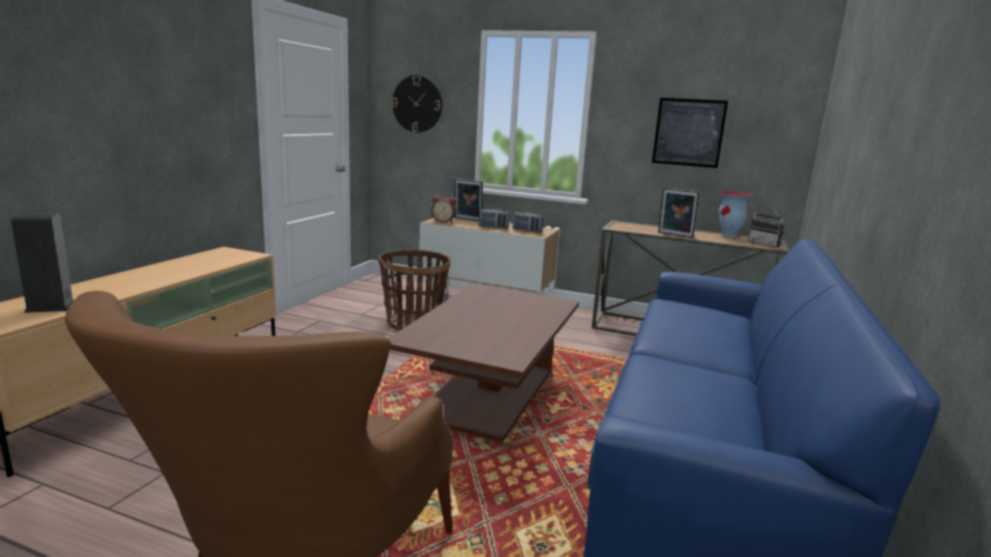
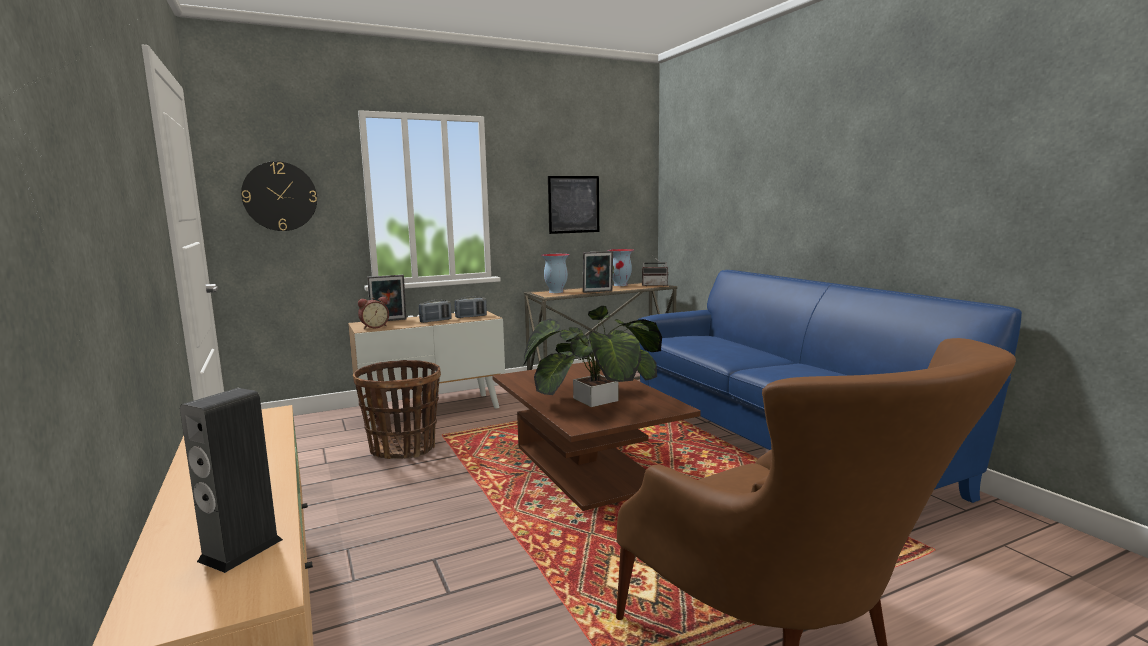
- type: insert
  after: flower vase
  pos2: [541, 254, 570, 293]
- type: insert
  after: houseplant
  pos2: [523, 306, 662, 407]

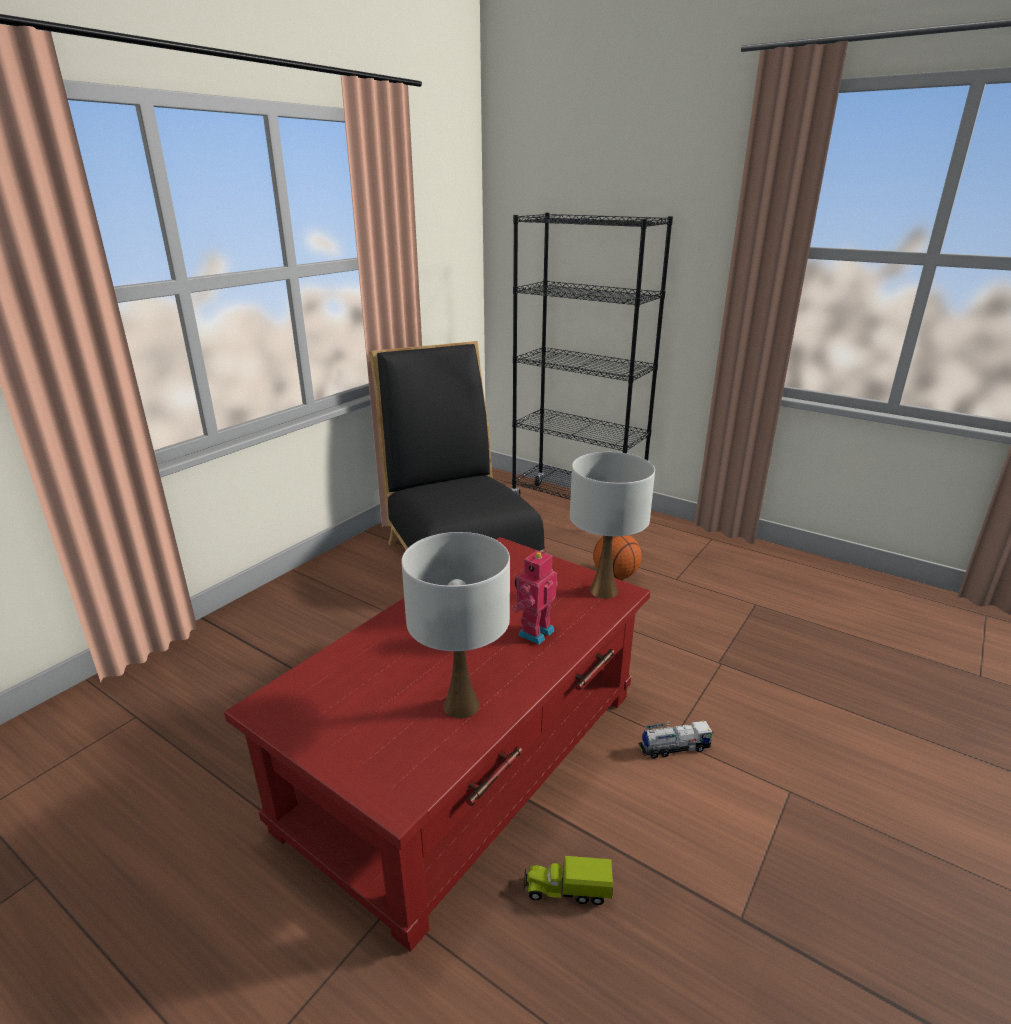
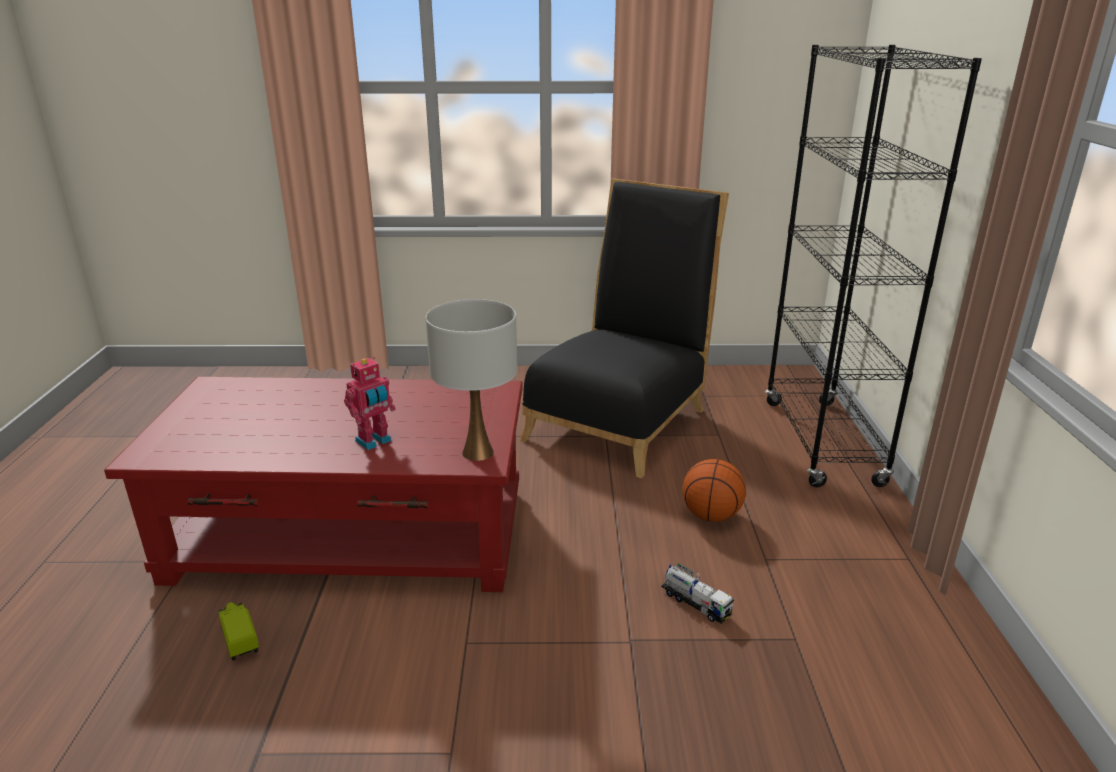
- type: delete
  before: lamp for a table (white-coloured)
  pos1: [401, 532, 510, 719]
- type: rotate
  before: toy robot
  pos1: [513, 549, 558, 645]
  pos2: [344, 357, 396, 450]
  turn: 135
- type: move
  before: toy lorry
  pos1: [639, 720, 714, 759]
  pos2: [661, 563, 734, 623]

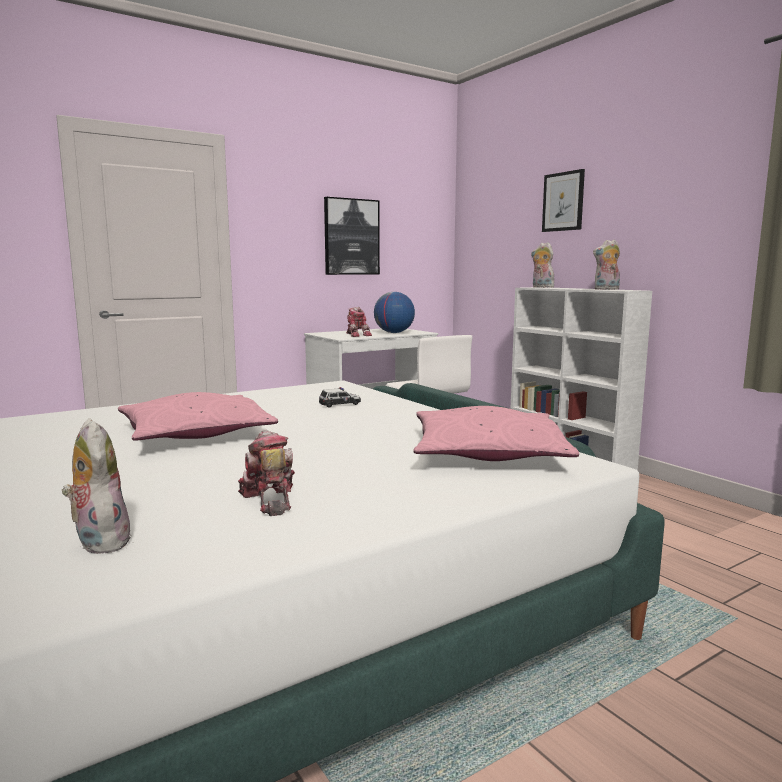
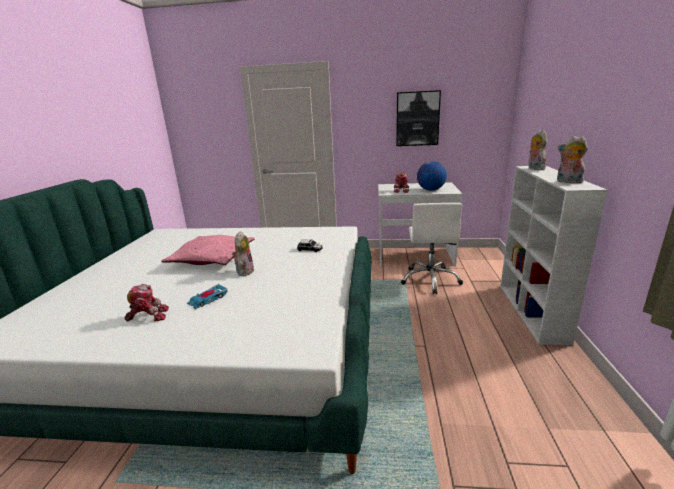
- type: delete
  before: picture
  pos1: [542, 169, 585, 232]
- type: delete
  before: pillow (pinkish)
  pos1: [414, 406, 579, 461]
- type: move
  before: cuddly toy
  pos1: [61, 418, 133, 554]
  pos2: [232, 231, 254, 276]
- type: rotate
  before: toy robot
  pos1: [238, 430, 295, 516]
  pos2: [124, 284, 169, 321]
  turn: 60
- type: insert
  after: toy car
  pos2: [187, 284, 228, 309]

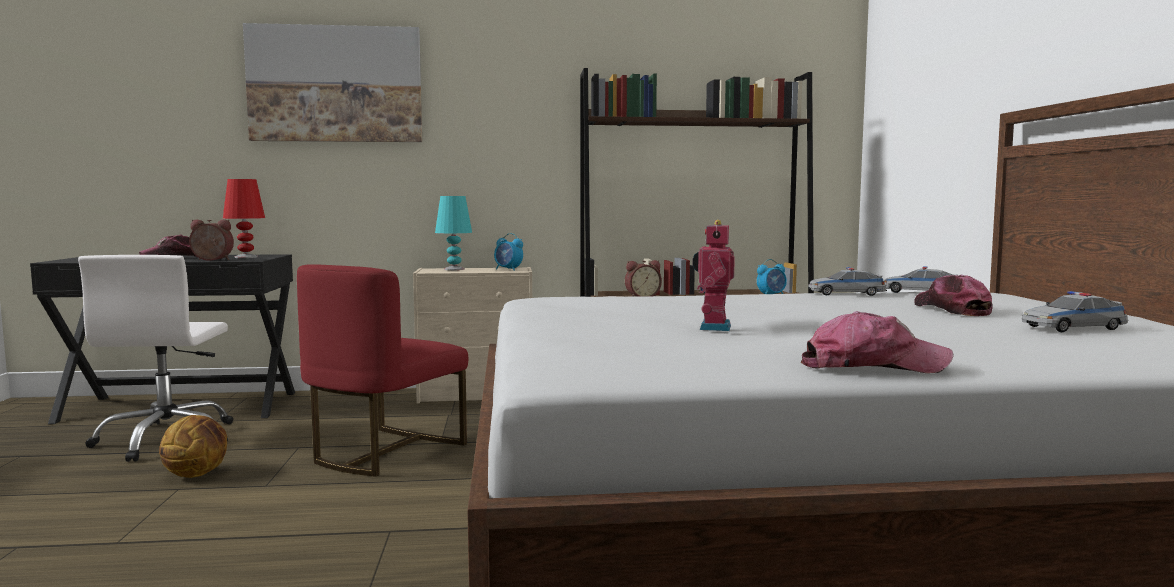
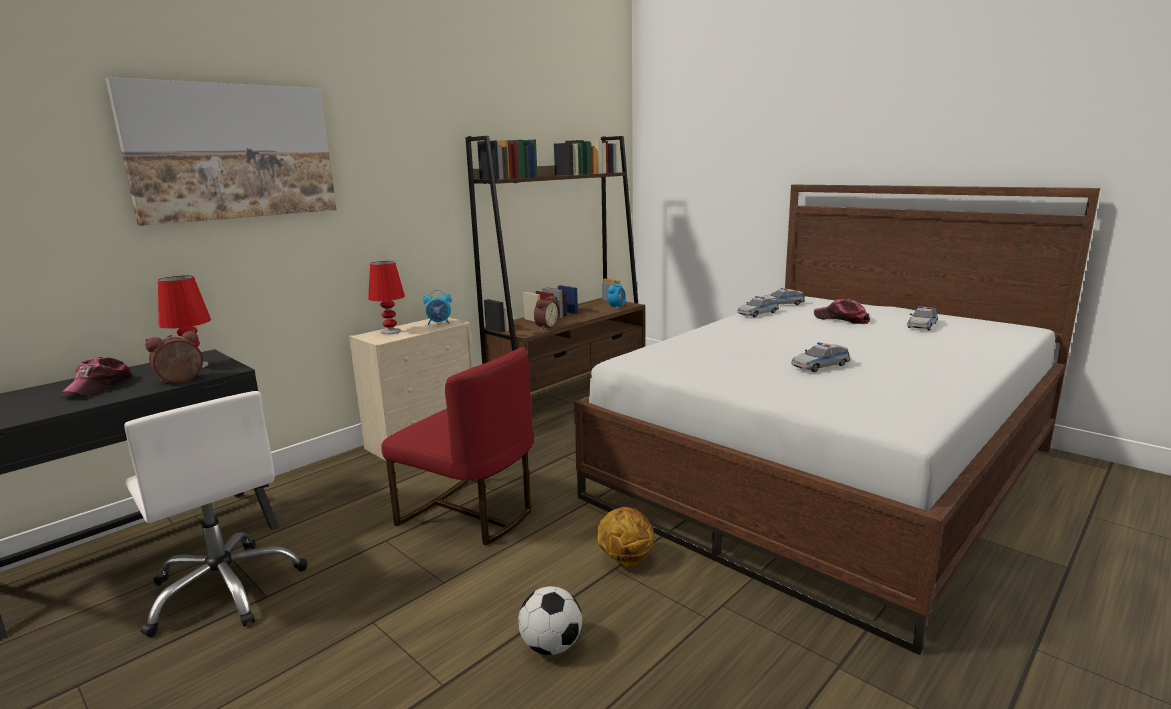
- type: recolor
  before: lamp for a table (turquoise-coloured)
  after: lamp for a table (red-coloured)
  pos1: [435, 196, 472, 270]
  pos2: [368, 261, 405, 334]
- type: replace
  before: toy robot
  after: toy car
  pos1: [692, 220, 735, 331]
  pos2: [791, 342, 851, 372]
- type: rotate
  before: chair (red-coloured)
  pos1: [297, 264, 468, 477]
  pos2: [381, 347, 533, 546]
  turn: -45
- type: delete
  before: baseball cap
  pos1: [801, 311, 954, 373]
- type: move
  before: basketball ball
  pos1: [159, 415, 227, 478]
  pos2: [597, 507, 654, 567]
- type: insert
  after: ball for football
  pos2: [518, 586, 582, 655]

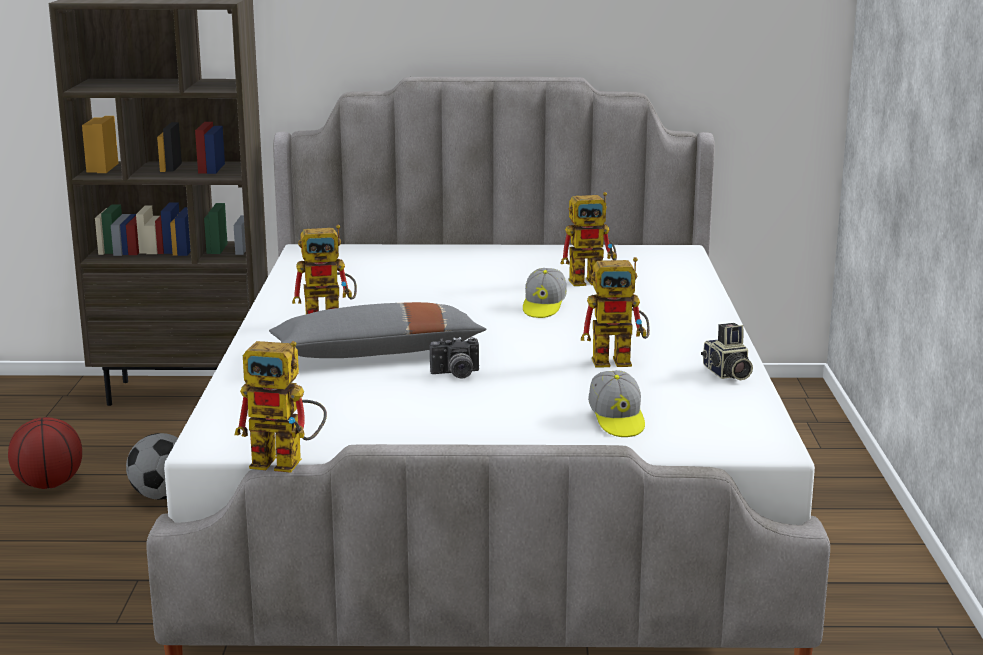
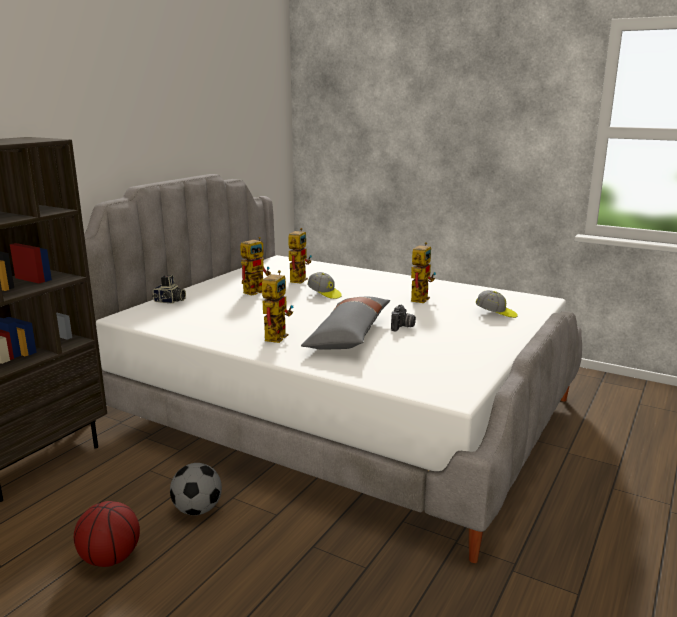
- type: move
  before: still camera
  pos1: [701, 323, 753, 380]
  pos2: [152, 274, 186, 303]
- type: move
  before: toy robot
  pos1: [234, 341, 327, 473]
  pos2: [240, 237, 271, 296]

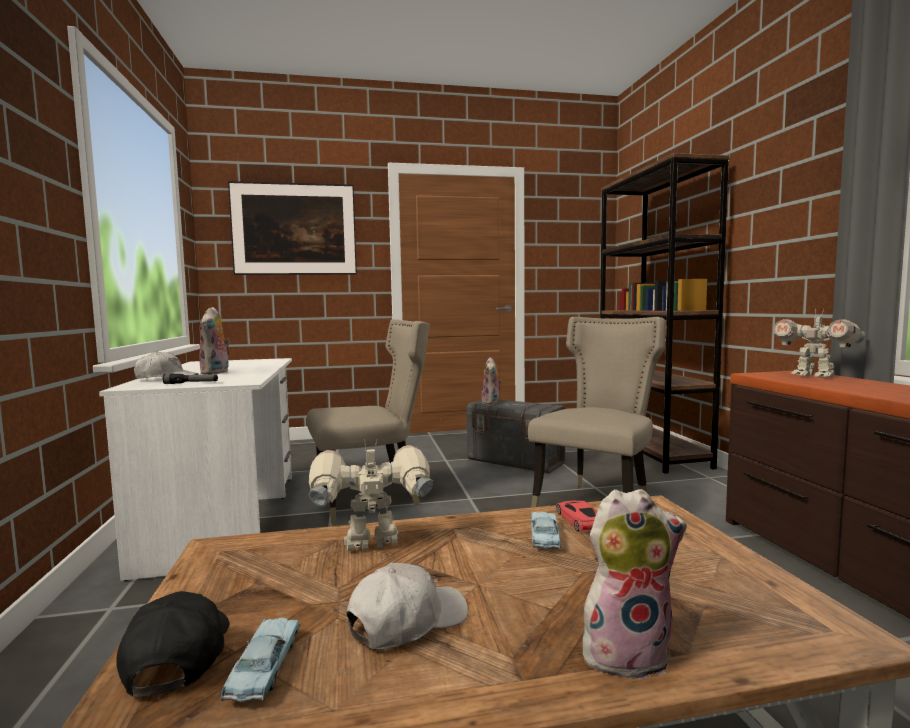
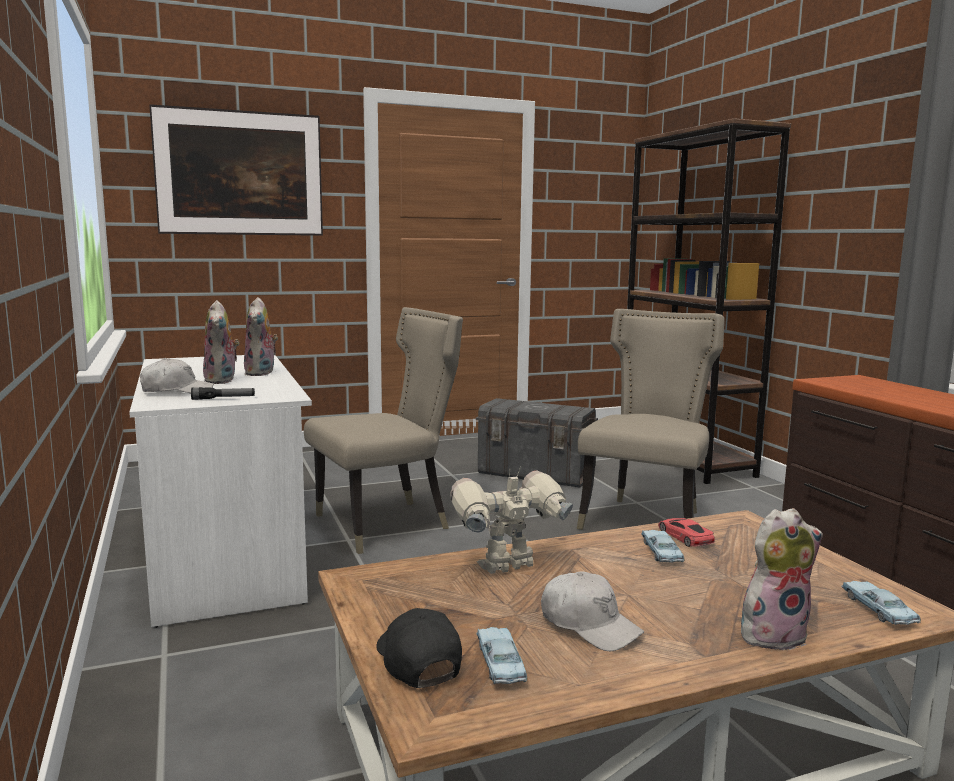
- type: delete
  before: toy robot
  pos1: [773, 309, 865, 377]
- type: move
  before: cuddly toy
  pos1: [482, 357, 502, 404]
  pos2: [244, 297, 278, 376]
- type: rotate
  before: baseball cap (white-coloured)
  pos1: [346, 563, 468, 650]
  pos2: [541, 572, 644, 651]
  turn: 90
- type: insert
  after: toy car (blue-coloured)
  pos2: [841, 581, 921, 625]

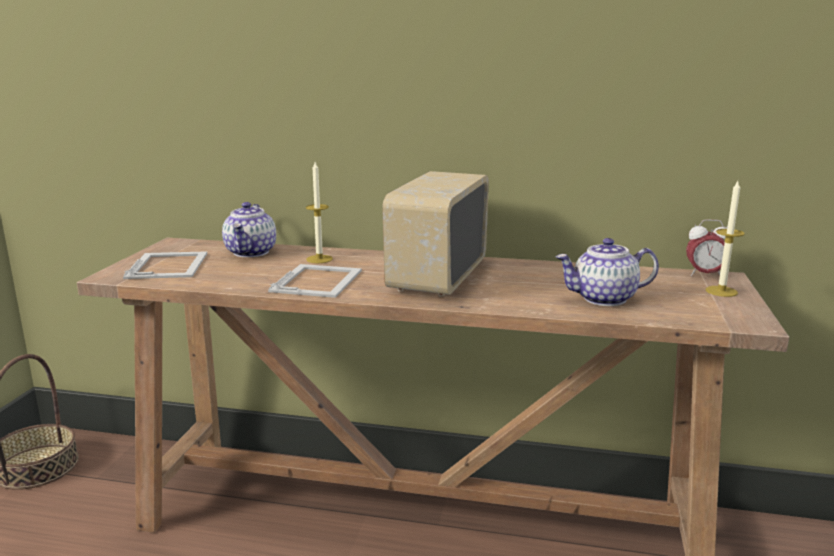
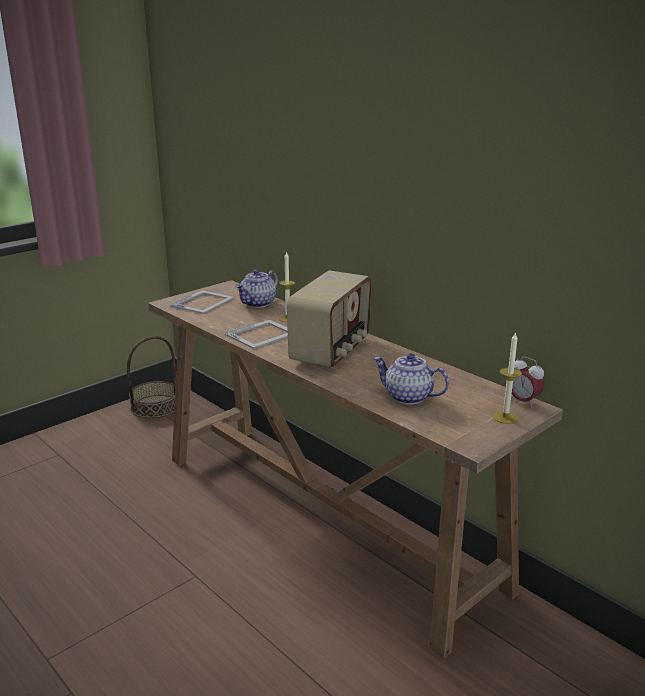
- type: rotate
  before: radio receiver
  pos1: [382, 171, 489, 297]
  pos2: [287, 271, 371, 367]
  turn: 150

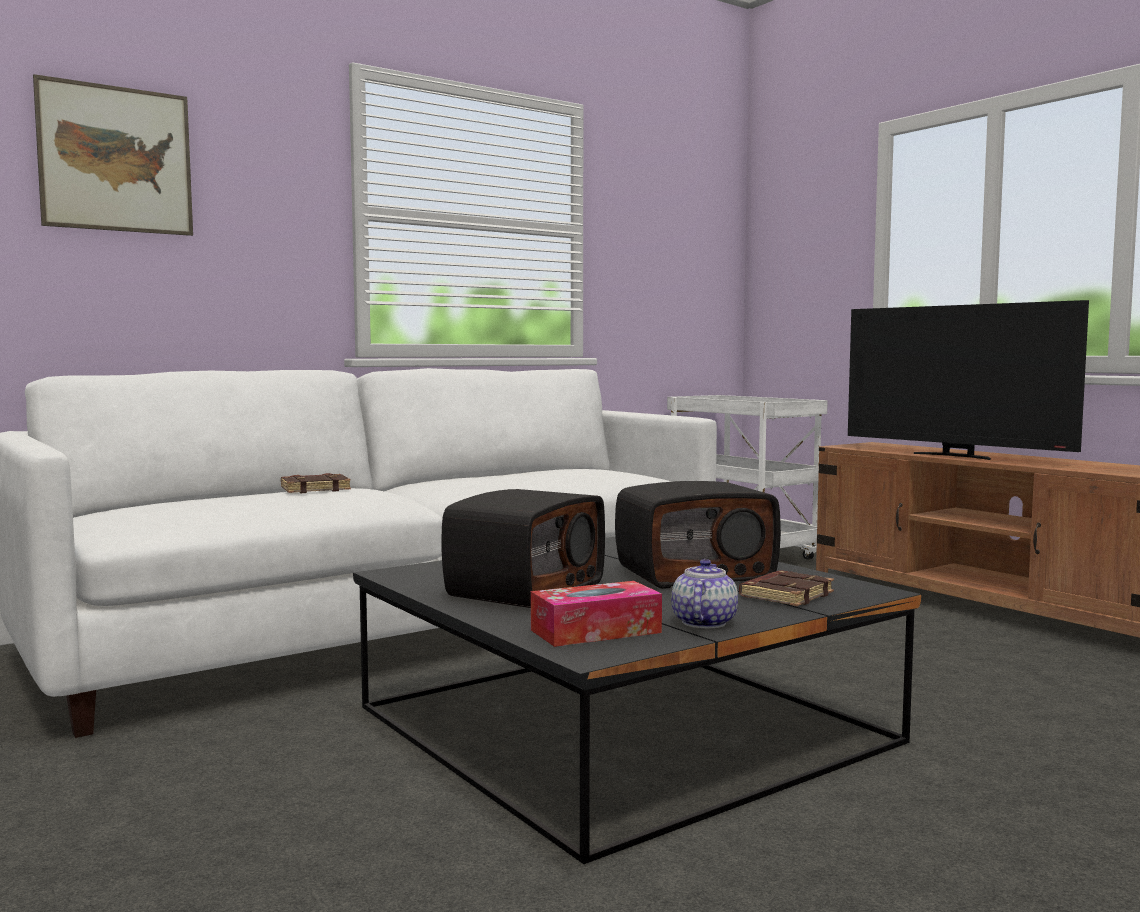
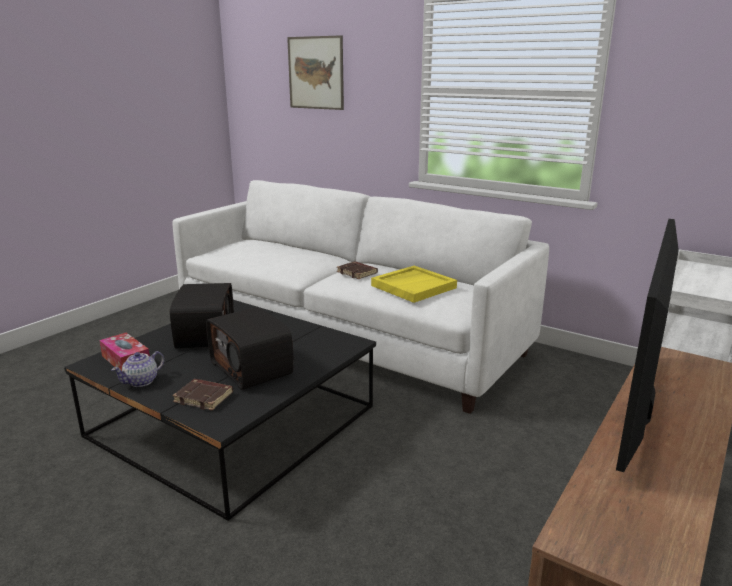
- type: move
  before: book (brown-coloured)
  pos1: [281, 473, 351, 493]
  pos2: [337, 261, 378, 279]
- type: rotate
  before: radio receiver
  pos1: [442, 489, 605, 608]
  pos2: [169, 283, 234, 348]
  turn: -105
- type: rotate
  before: pot for tea
  pos1: [671, 559, 738, 628]
  pos2: [111, 351, 164, 387]
  turn: 135
- type: insert
  after: carrying tray (yellowish)
  pos2: [371, 266, 457, 303]

